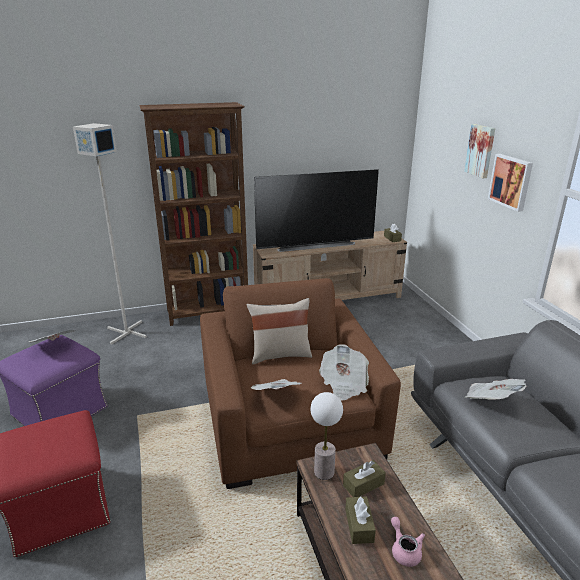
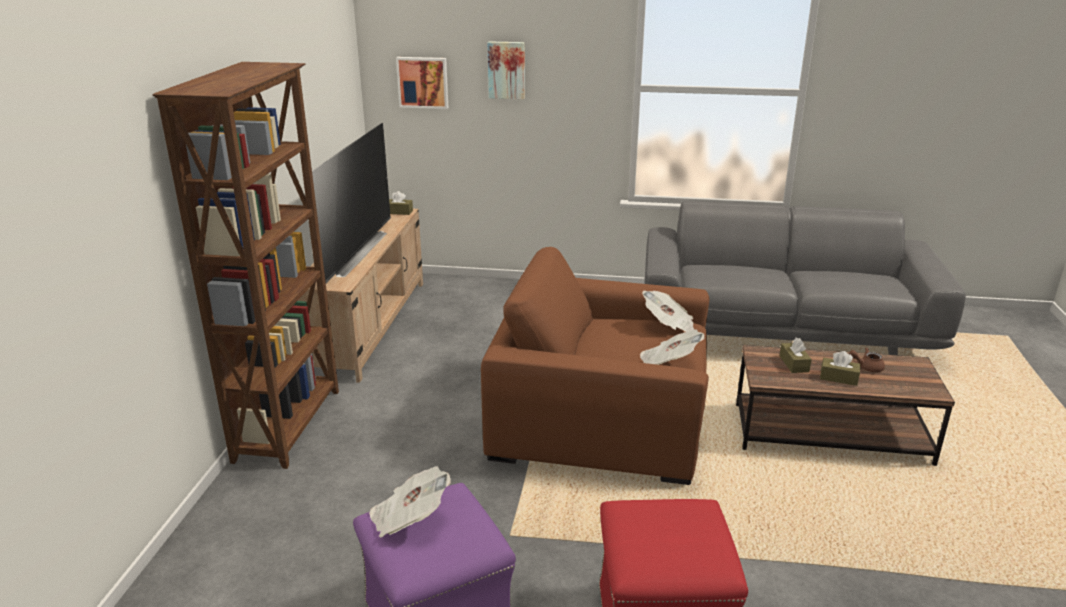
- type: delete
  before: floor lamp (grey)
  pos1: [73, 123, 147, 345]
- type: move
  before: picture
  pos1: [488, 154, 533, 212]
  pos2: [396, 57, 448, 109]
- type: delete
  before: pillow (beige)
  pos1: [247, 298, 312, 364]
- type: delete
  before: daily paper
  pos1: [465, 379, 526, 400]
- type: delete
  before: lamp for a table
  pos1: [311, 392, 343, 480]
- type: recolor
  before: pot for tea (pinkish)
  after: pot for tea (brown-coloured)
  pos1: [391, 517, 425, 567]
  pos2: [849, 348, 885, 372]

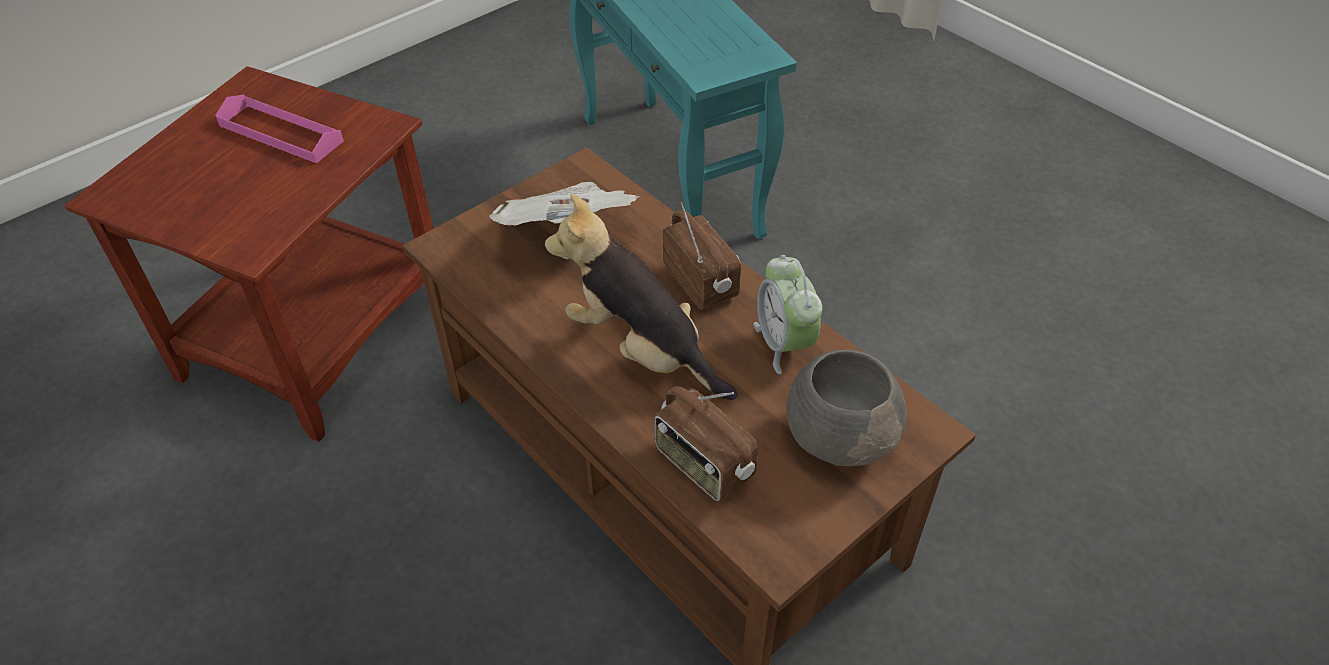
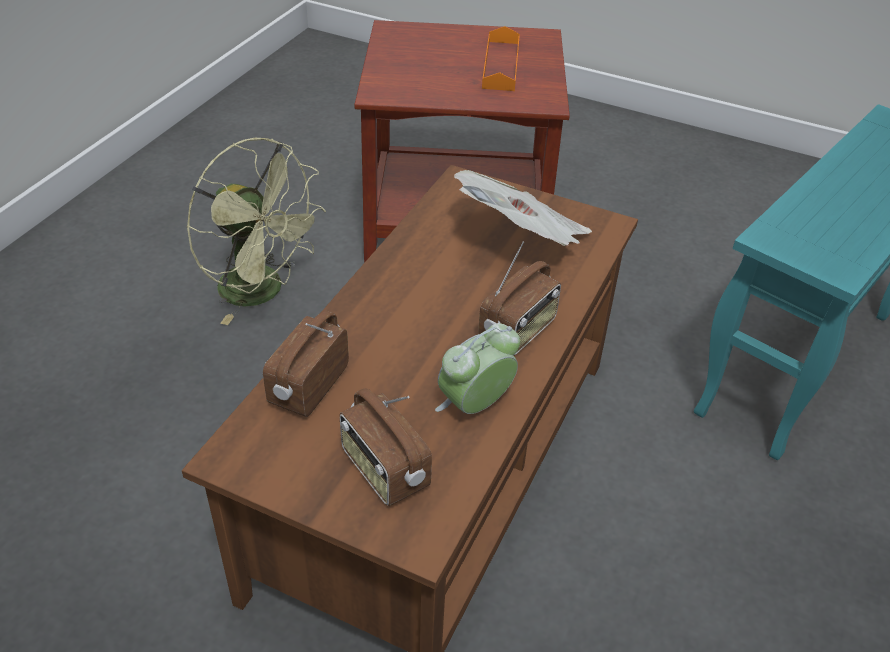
- type: recolor
  before: carrying tray (pinkish)
  after: carrying tray (orange)
  pos1: [215, 95, 344, 163]
  pos2: [482, 26, 520, 91]
- type: delete
  before: cuddly toy
  pos1: [545, 194, 738, 400]
- type: replace
  before: serving bowl (grey)
  after: radio receiver
  pos1: [786, 350, 907, 466]
  pos2: [340, 388, 432, 506]
- type: insert
  after: electric fan (green-coloured)
  pos2: [187, 138, 326, 325]

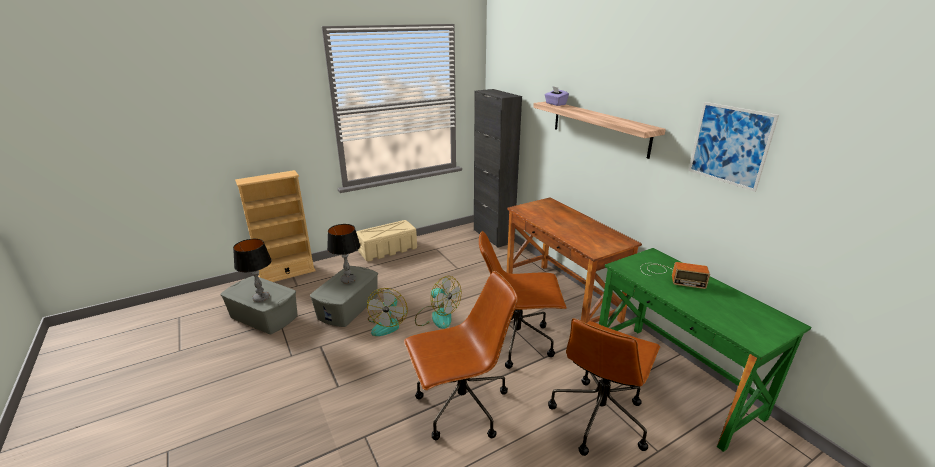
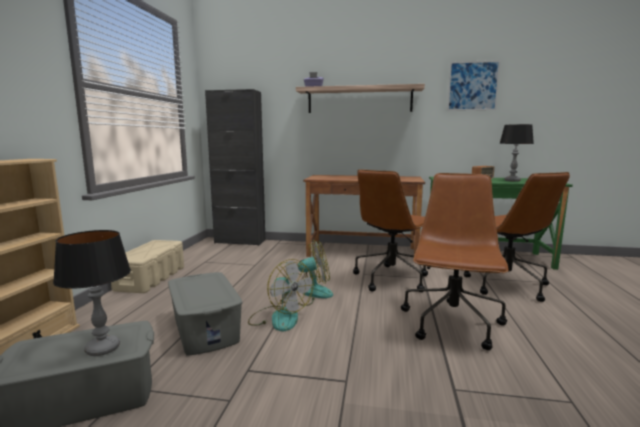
- type: move
  before: lamp for a table
  pos1: [327, 224, 360, 284]
  pos2: [499, 124, 534, 182]

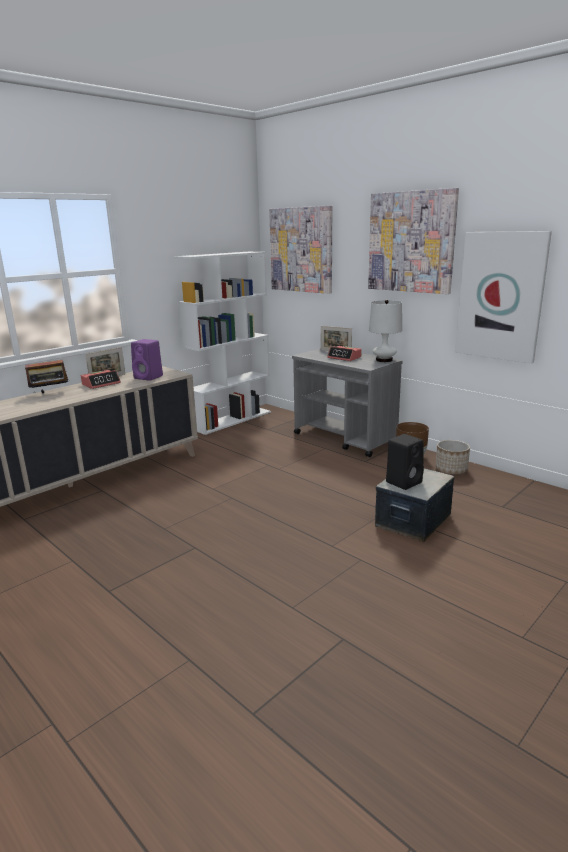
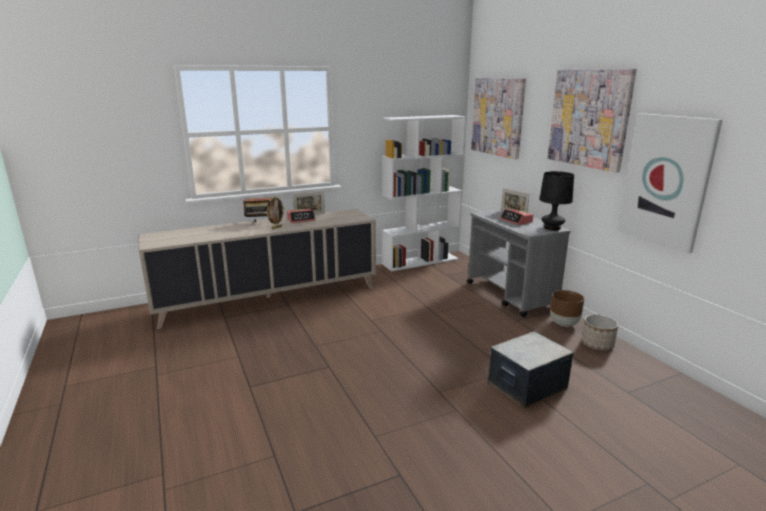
- type: recolor
  before: lamp for a table (white-coloured)
  after: lamp for a table (black)
  pos1: [369, 300, 402, 362]
  pos2: [539, 171, 574, 230]
- type: delete
  before: speaker (purple)
  pos1: [131, 339, 163, 381]
- type: delete
  before: speaker (black)
  pos1: [386, 434, 424, 490]
- type: insert
  after: photo frame
  pos2: [267, 196, 285, 229]

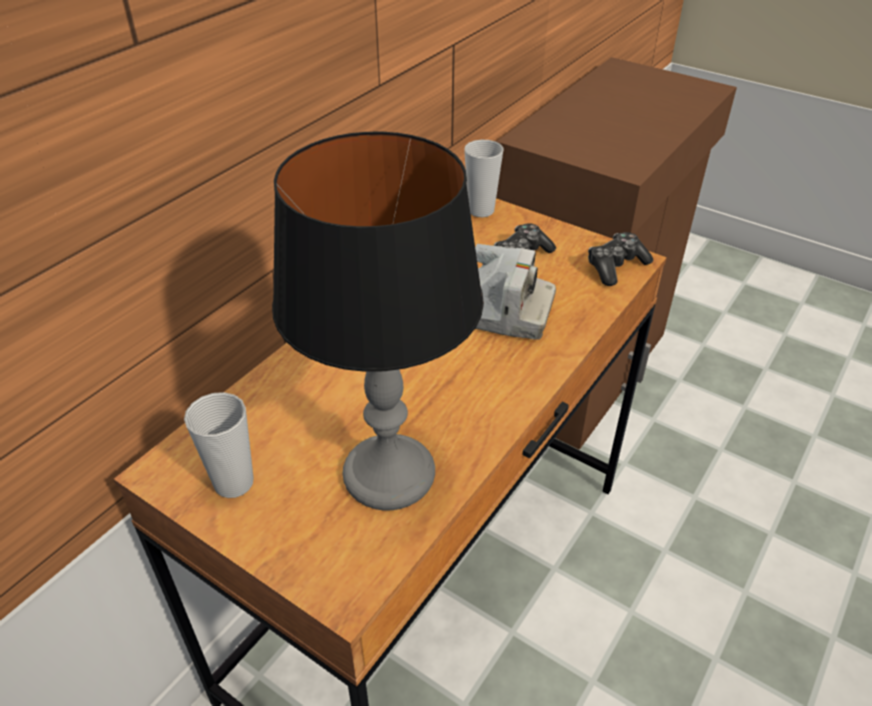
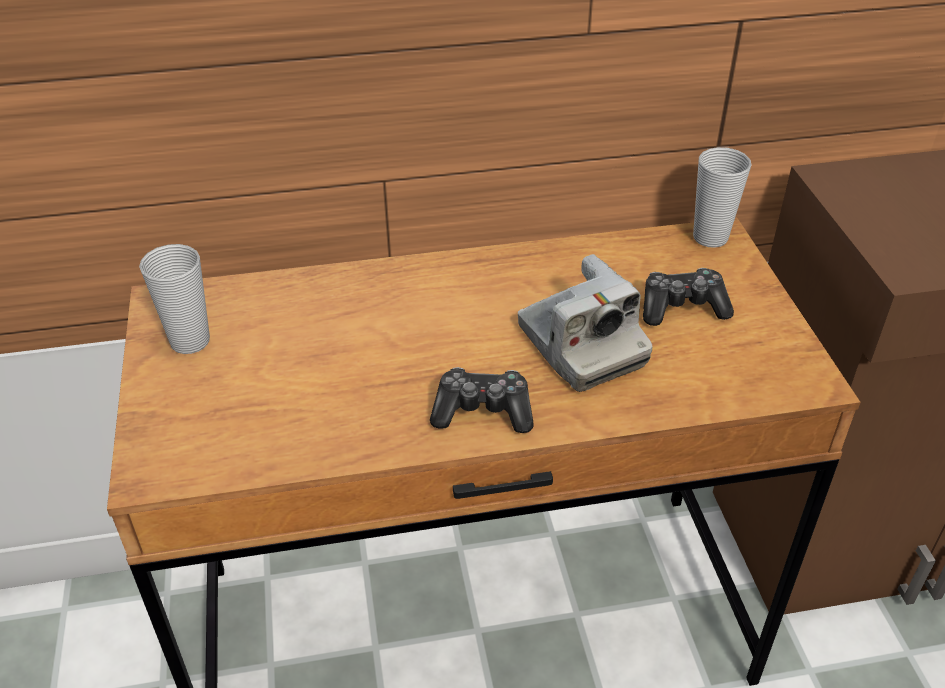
- type: delete
  before: lamp for a table
  pos1: [272, 132, 484, 510]
- type: move
  before: joypad
  pos1: [588, 232, 653, 286]
  pos2: [430, 367, 534, 433]

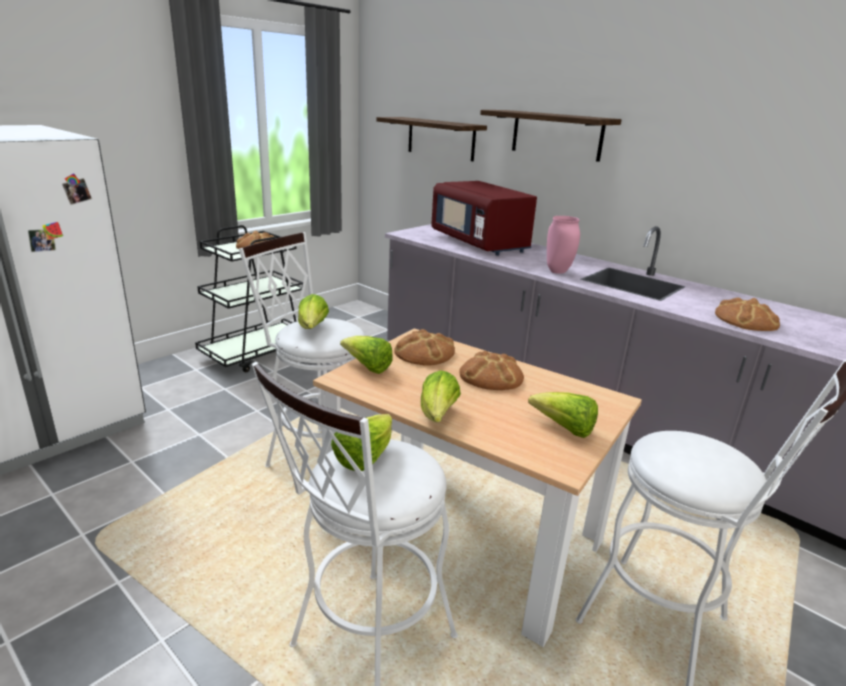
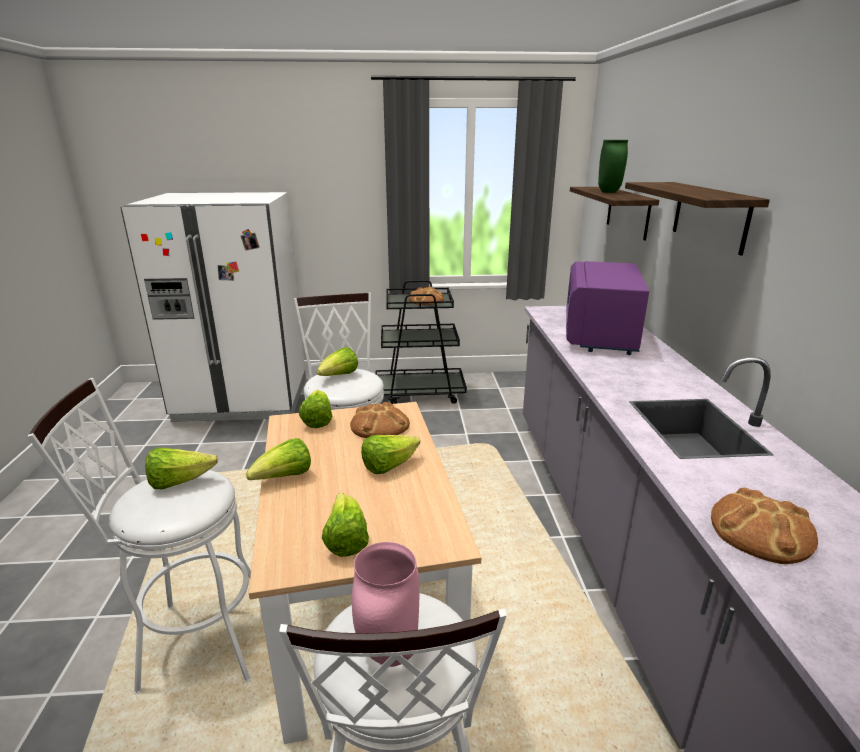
- type: recolor
  before: microwave (red-coloured)
  after: microwave (purple)
  pos1: [431, 181, 537, 256]
  pos2: [566, 261, 649, 355]
- type: move
  before: flower vase (pinkish)
  pos1: [547, 216, 580, 274]
  pos2: [352, 542, 420, 667]
- type: replace
  before: bakery bread
  after: lettuce
  pos1: [459, 351, 524, 390]
  pos2: [361, 435, 420, 474]
- type: insert
  after: flower vase (green-coloured)
  pos2: [598, 140, 628, 193]

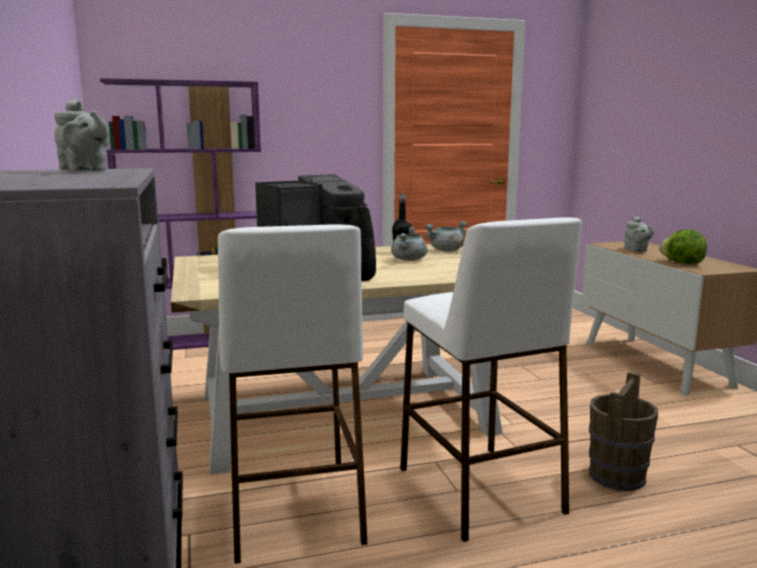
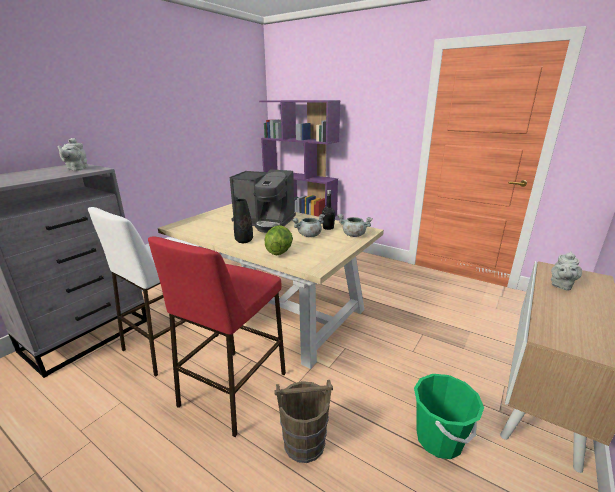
- type: recolor
  before: stool (white-coloured)
  after: stool (red-coloured)
  pos1: [400, 217, 582, 542]
  pos2: [148, 237, 286, 437]
- type: move
  before: lettuce
  pos1: [659, 229, 707, 264]
  pos2: [264, 225, 293, 255]
- type: insert
  after: pail (green-coloured)
  pos2: [414, 374, 484, 459]

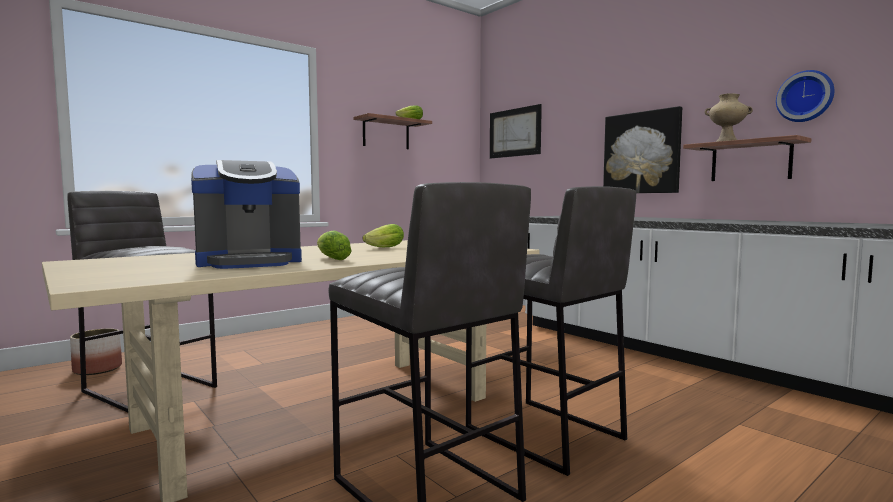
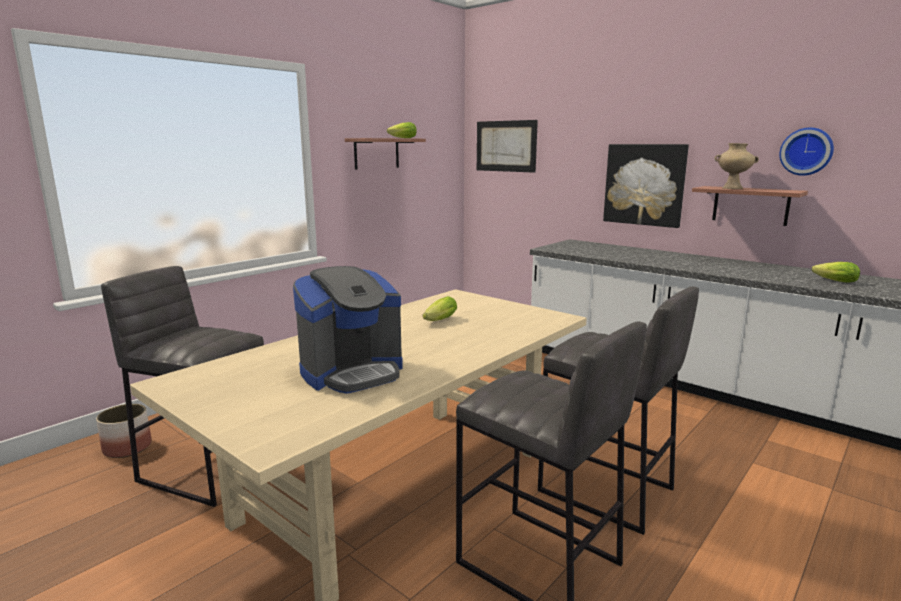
- type: move
  before: lettuce
  pos1: [317, 231, 352, 260]
  pos2: [812, 262, 860, 283]

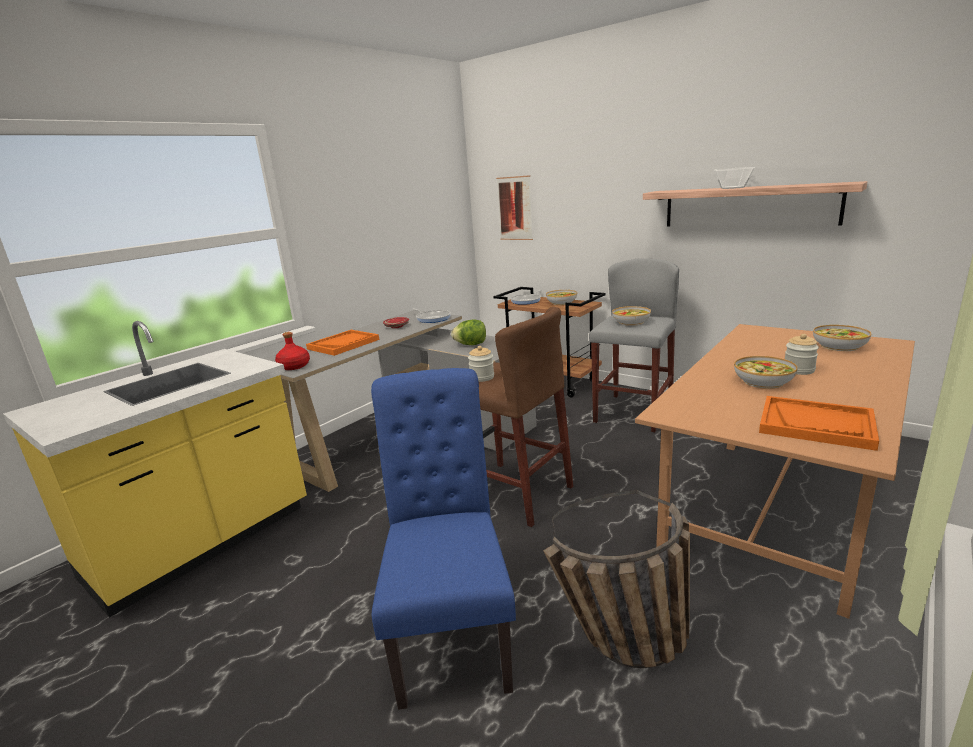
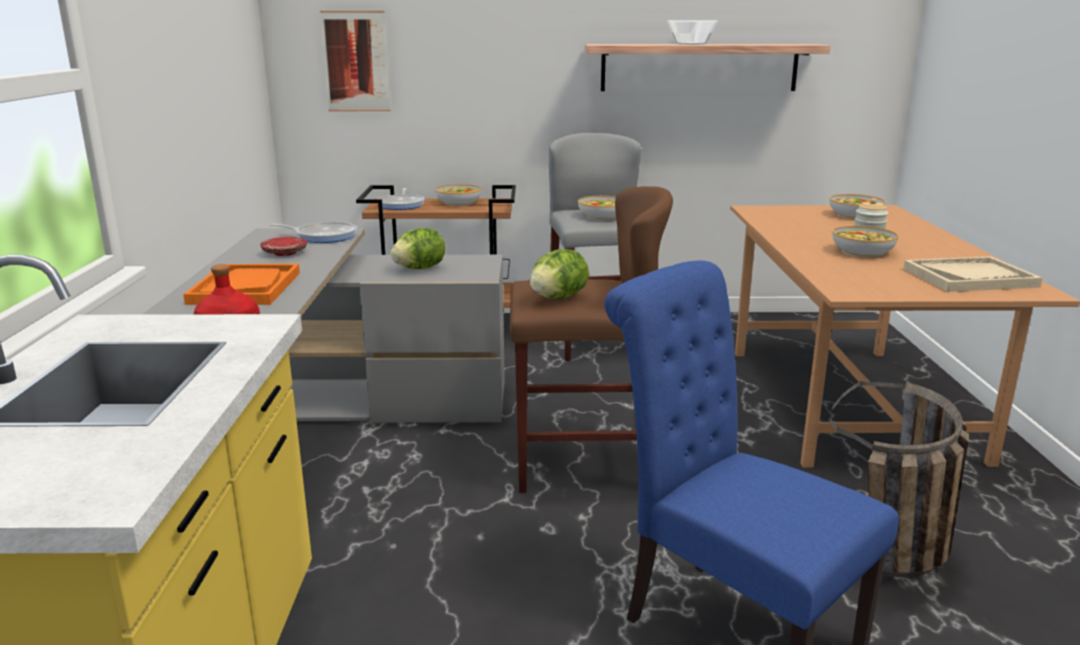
- type: replace
  before: jar
  after: lettuce
  pos1: [468, 346, 494, 382]
  pos2: [530, 249, 589, 299]
- type: recolor
  before: carrying tray (orange)
  after: carrying tray (beige)
  pos1: [759, 396, 879, 451]
  pos2: [903, 256, 1042, 292]

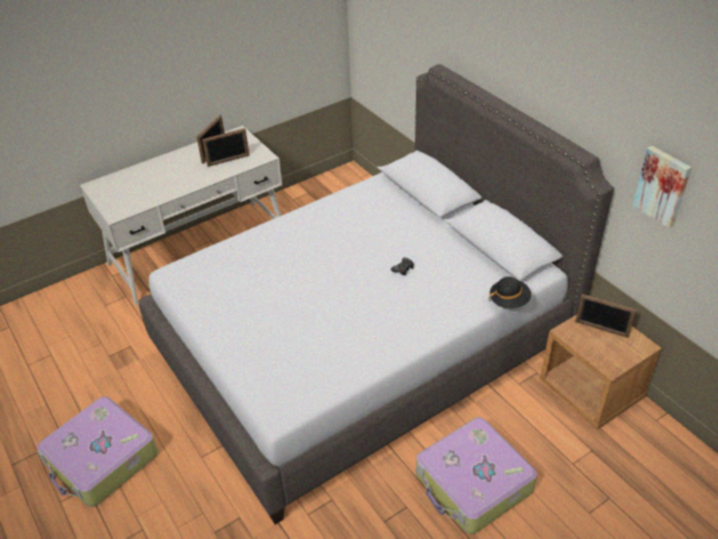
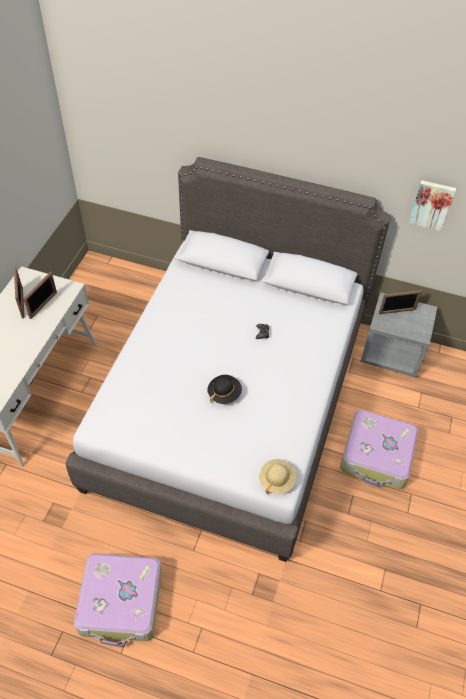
- type: move
  before: clothing hat (black)
  pos1: [489, 277, 531, 308]
  pos2: [207, 375, 242, 404]
- type: recolor
  before: bedside table (brown-coloured)
  after: bedside table (grey)
  pos1: [540, 315, 662, 430]
  pos2: [360, 292, 437, 378]
- type: insert
  after: clothing hat (beige)
  pos2: [259, 459, 297, 494]

